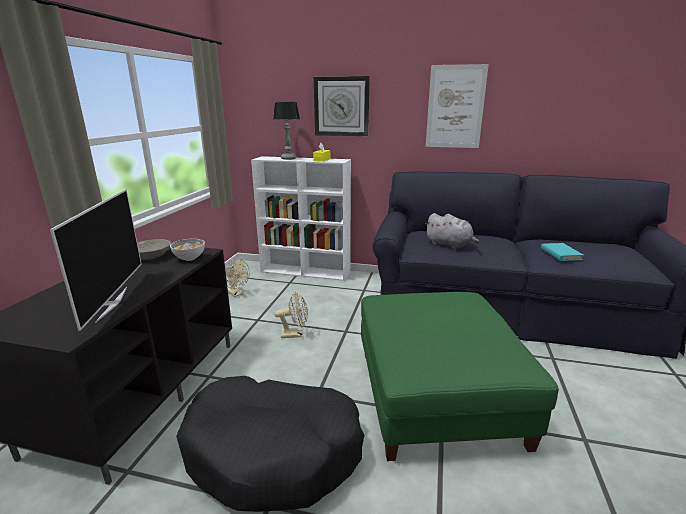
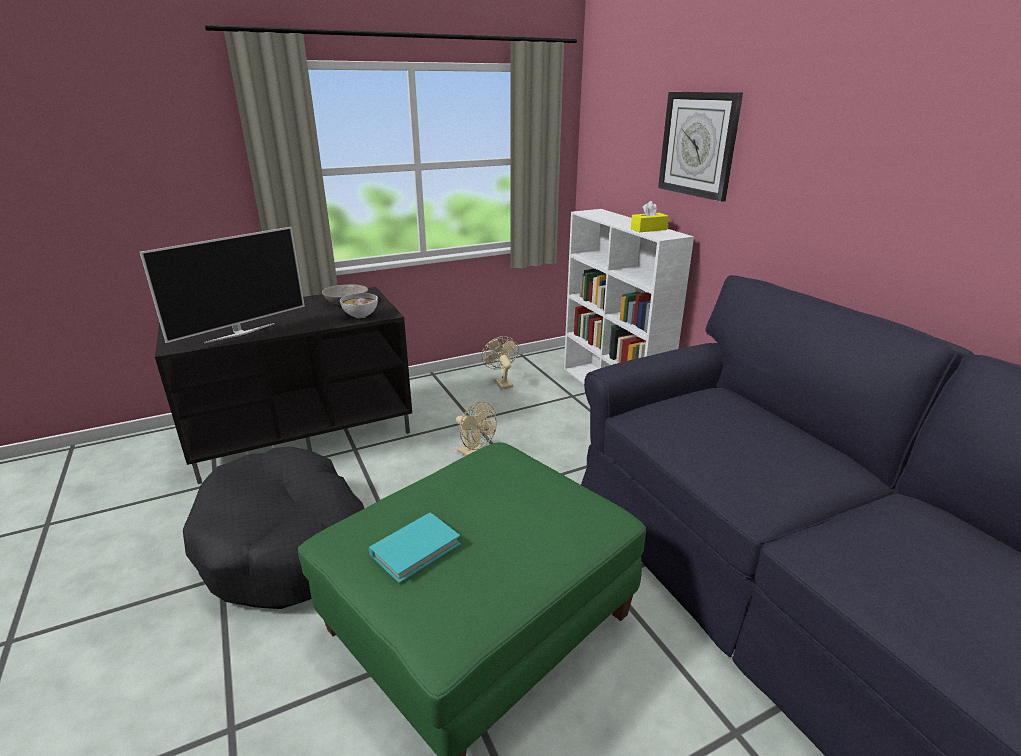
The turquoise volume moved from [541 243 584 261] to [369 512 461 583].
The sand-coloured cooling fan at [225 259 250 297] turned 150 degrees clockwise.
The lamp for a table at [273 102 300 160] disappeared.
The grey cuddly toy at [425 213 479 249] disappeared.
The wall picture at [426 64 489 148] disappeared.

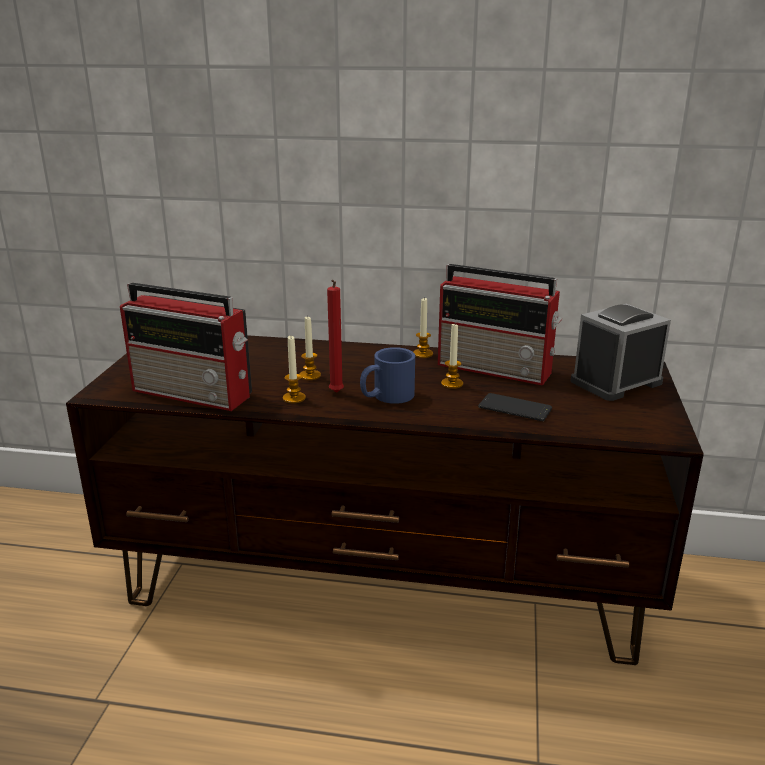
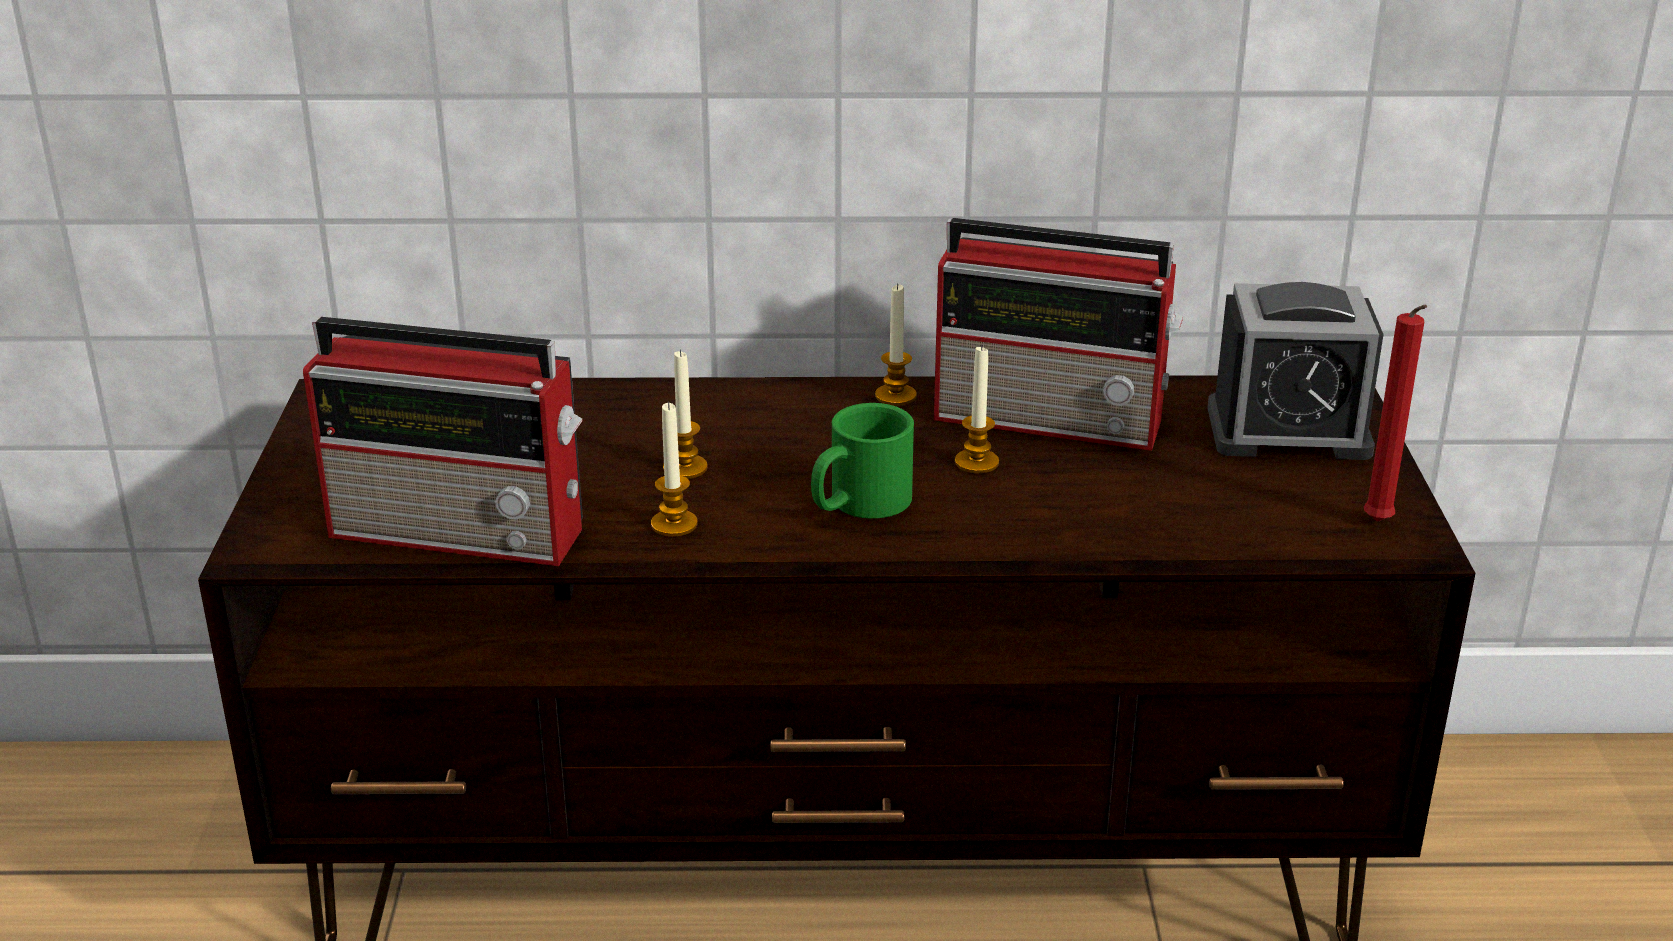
The blue mug at [360 347 415 404] became the green mug at [811 403 914 519].
The bedside clock at [571 304 671 401] turned 135 degrees counterclockwise.
The reddish wax light moved from [327 280 344 393] to [1364 305 1427 522].
The telephone at [478 393 552 421] disappeared.

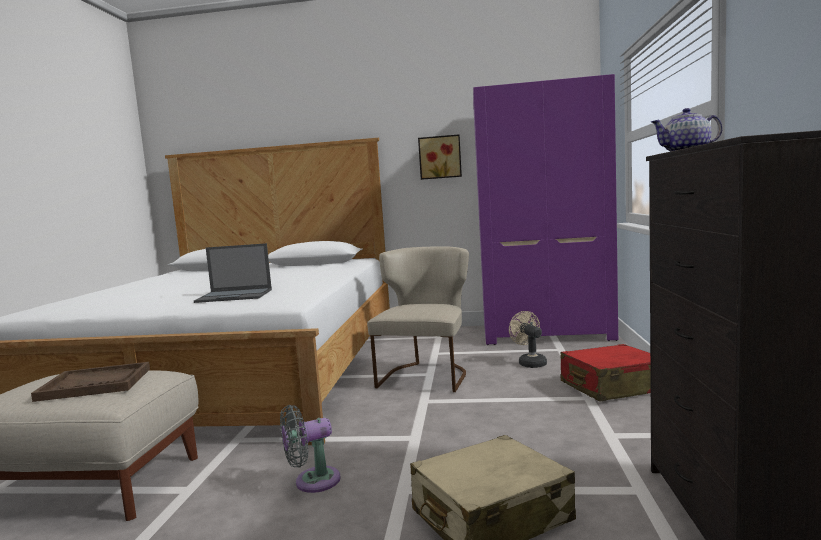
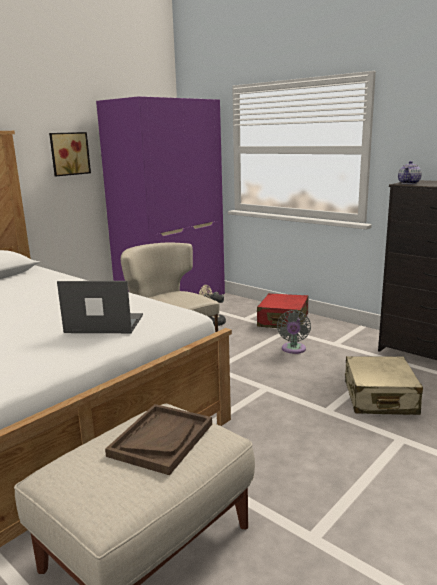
The laptop at [194 243 272 303] turned 120 degrees counterclockwise.
The grey cooling fan moved from [280 405 341 493] to [277 310 311 354].

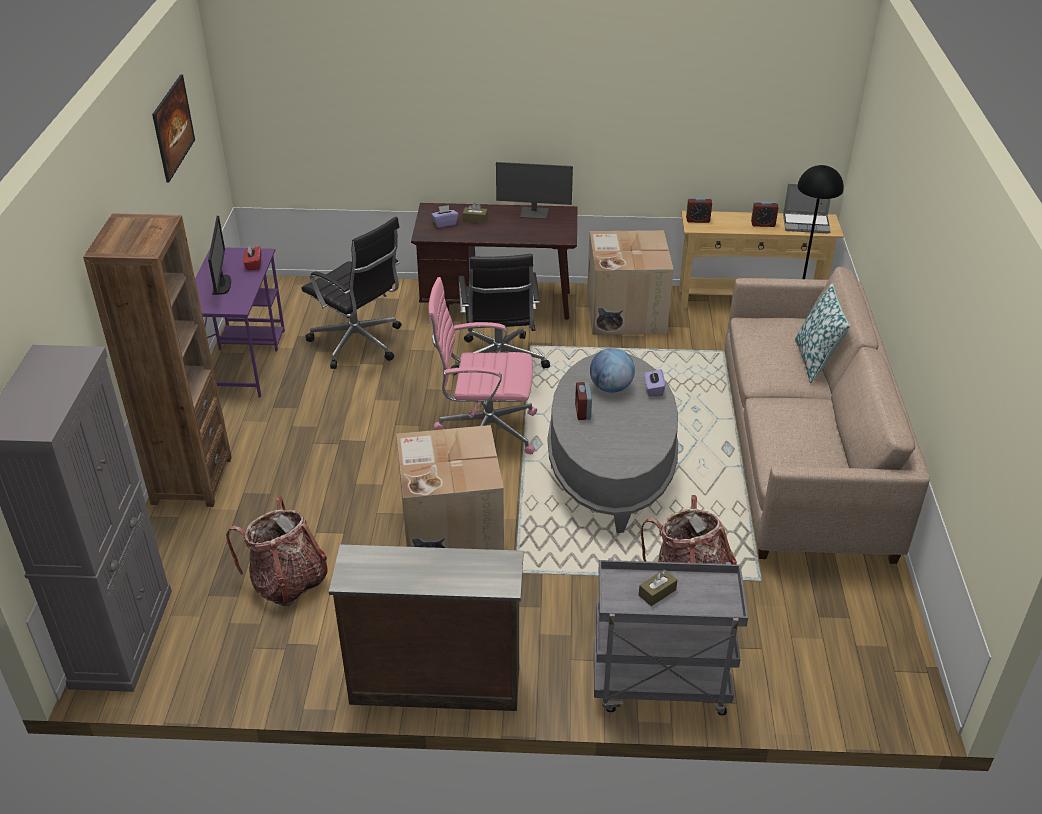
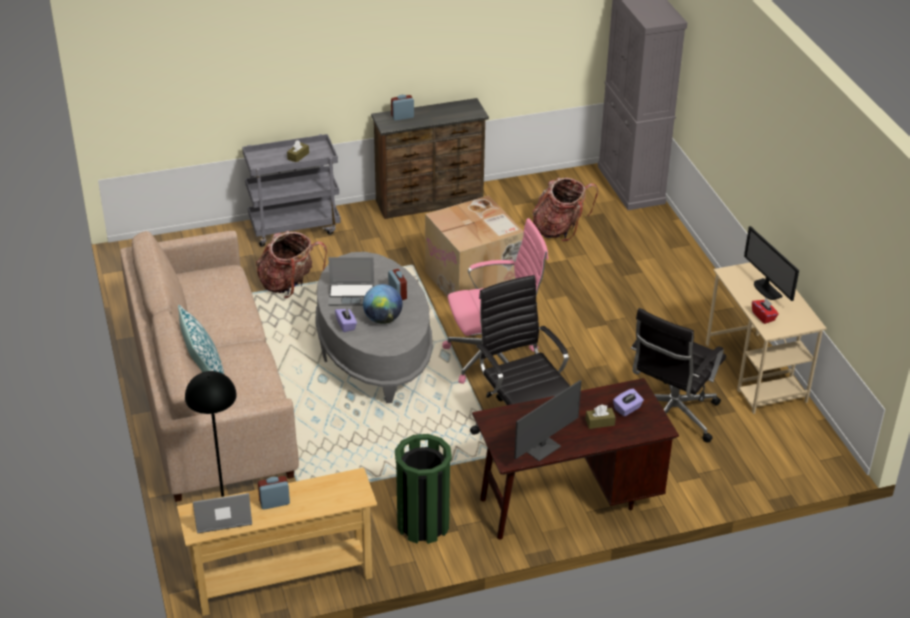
The laptop at [328 257 374 306] appeared.
The bedside clock moved from [686 197 712 223] to [391 95 414 121].
The cardboard box at [587 230 674 335] was replaced by the green rubbish bin at [395 434 452 544].
The computer display at [496 162 573 219] turned 150 degrees clockwise.
The black desk chair at [302 217 401 369] turned 75 degrees counterclockwise.
The purple-coloured desk at [195 247 285 398] became the sand-coloured desk at [706 262 827 414].
The brown bookshelf at [83 213 232 507] disappeared.
The wall picture at [152 75 195 182] disappeared.

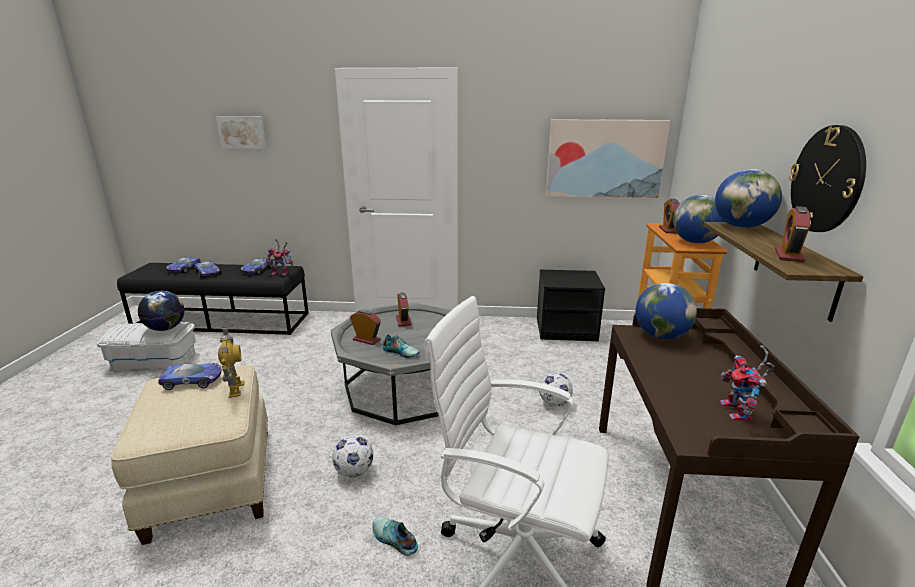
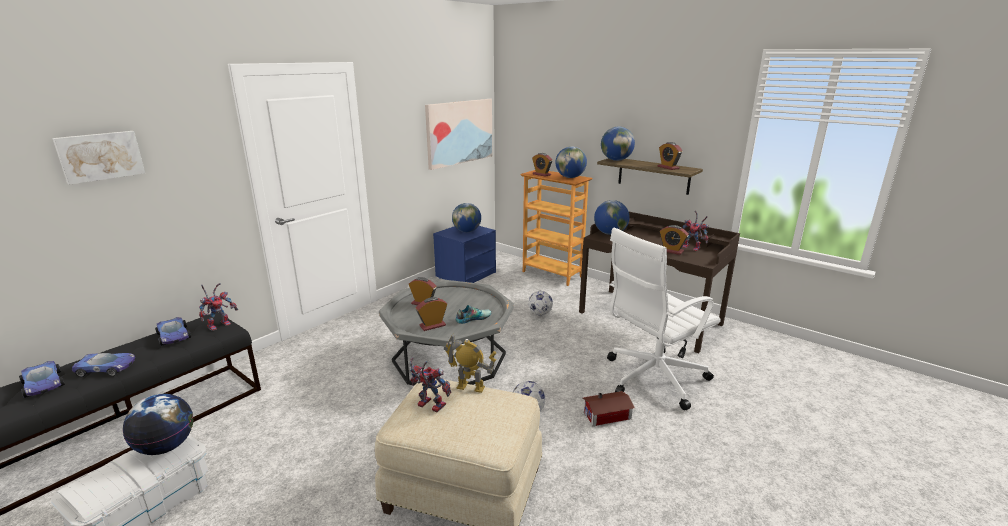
The model car at [158 363 221 390] was replaced by the model robot at [409 357 452 412].
The black nightstand at [537 270 605 342] became the blue nightstand at [433 226 496 283].
The globe at [452 203 481 232] appeared.
The low shoe at [372 516 418 556] was replaced by the model house at [583 391 635 426].
The bedside clock at [660 225 689 255] appeared.
The wall clock at [789 125 866 232] disappeared.

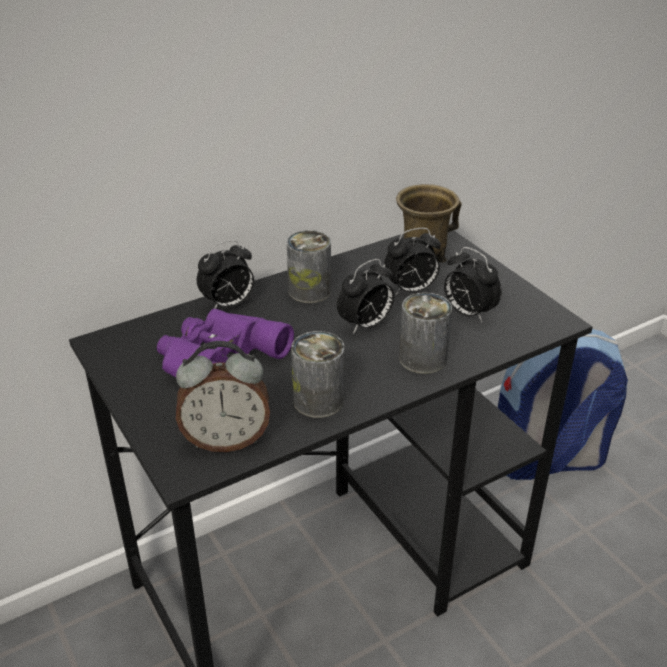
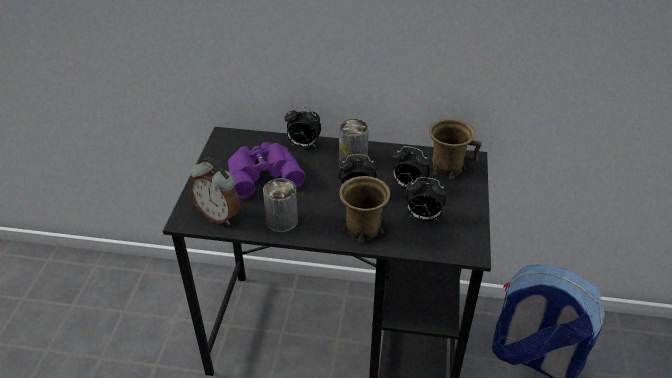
The can at [399 292 452 374] was replaced by the brown mug at [339 176 390 243].
The bedside clock at [444 247 502 322] turned 75 degrees counterclockwise.

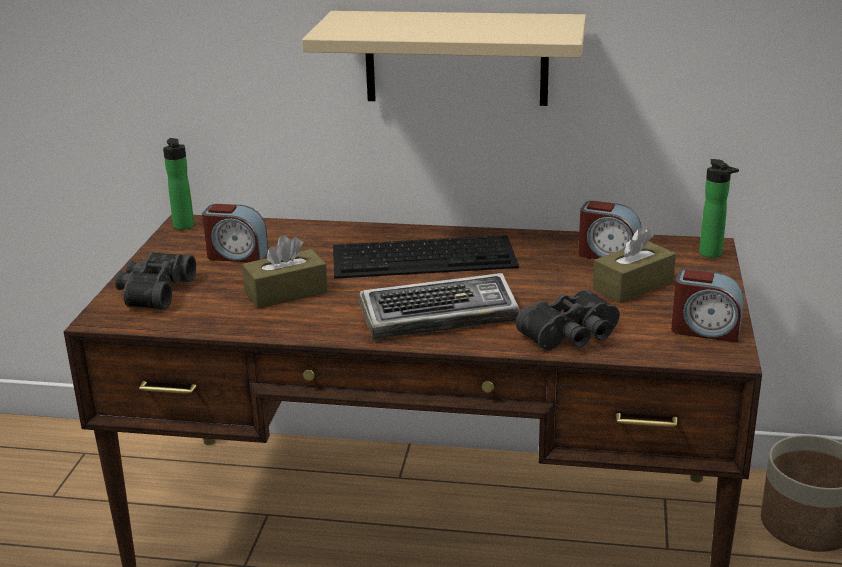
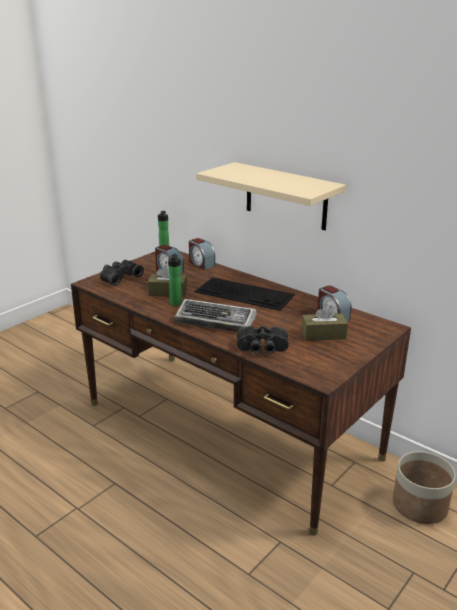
The beverage bottle moved from [699 159 739 258] to [168 254 182 306].
The bedside clock moved from [671 269 744 343] to [189 238 215 270].

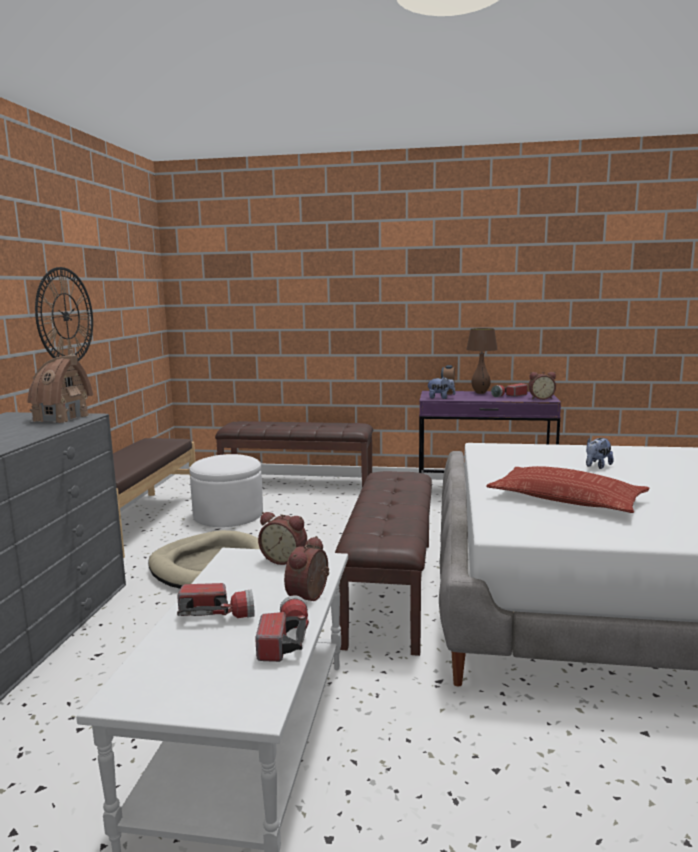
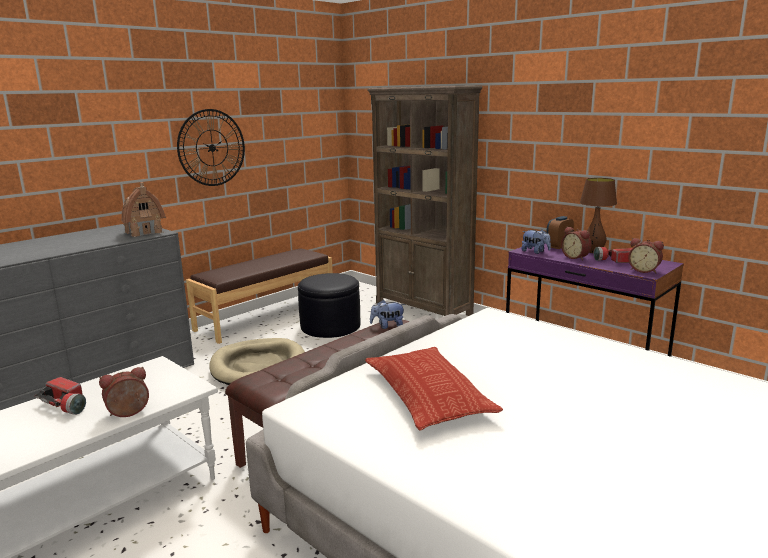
The white pouffe at [189 454 263 527] became the black pouffe at [298 273 361 338].
The brown indoor bench at [215 421 373 487] was replaced by the brown bookshelf at [367 86 483 316].
The cuddly toy moved from [586 438 614 469] to [370 300 405 329].
The bedside clock moved from [258 512 307 565] to [561 227 592 260].
The hand torch at [255 595 309 662] disappeared.

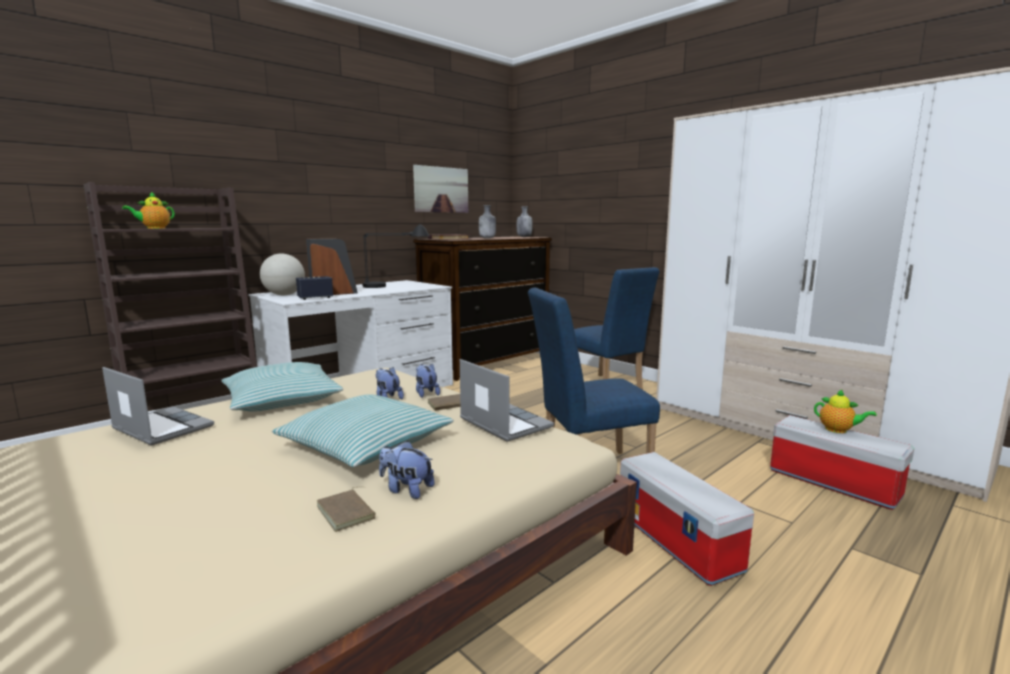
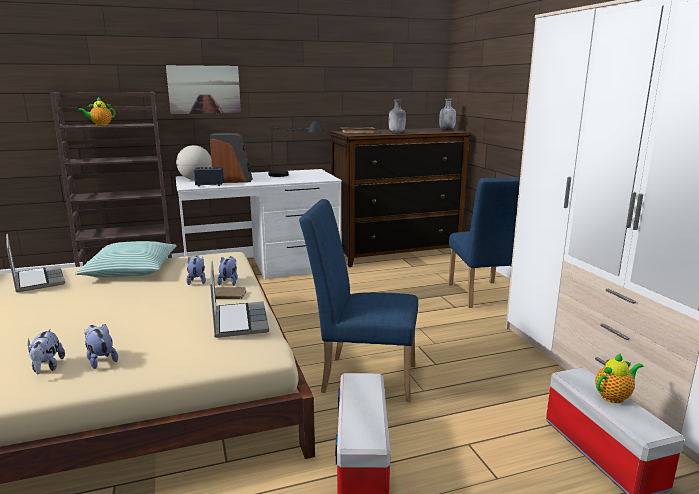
The brown volume at [316 487 375 532] was replaced by the cuddly toy at [28 329 65 374].
The wall picture moved from [413 165 468 213] to [166 65 241 114].
The teapot at [814 389 877 433] turned 90 degrees counterclockwise.
The throw pillow at [272 394 454 467] disappeared.

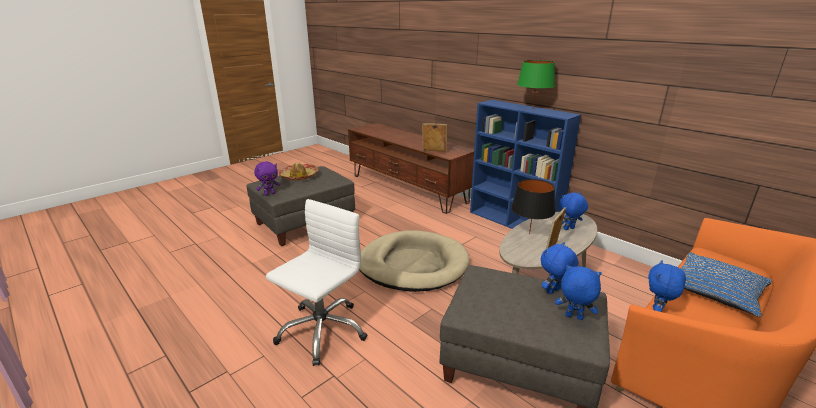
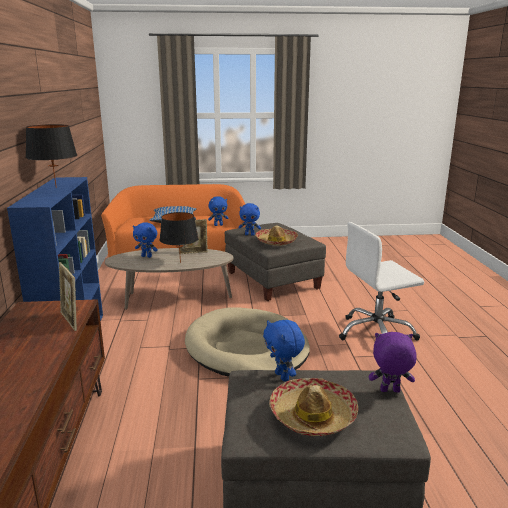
The green lamp for a table at [517 60 555 107] became the black lamp for a table at [26 124 77 188].
The hat at [255 226 298 246] appeared.
The blue cuddly toy moved from [555 265 602 320] to [263 320 305 381].

